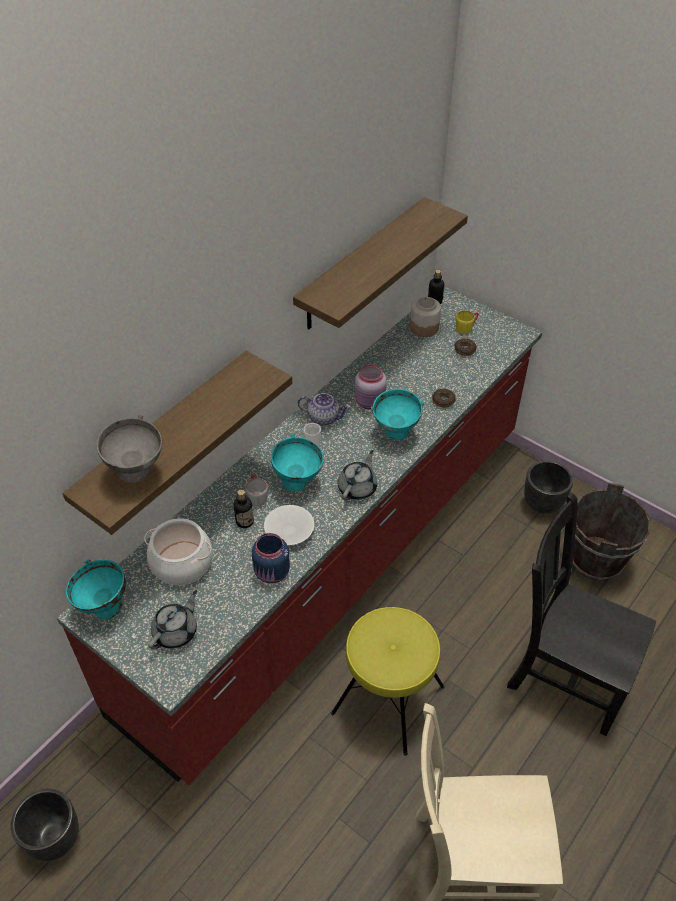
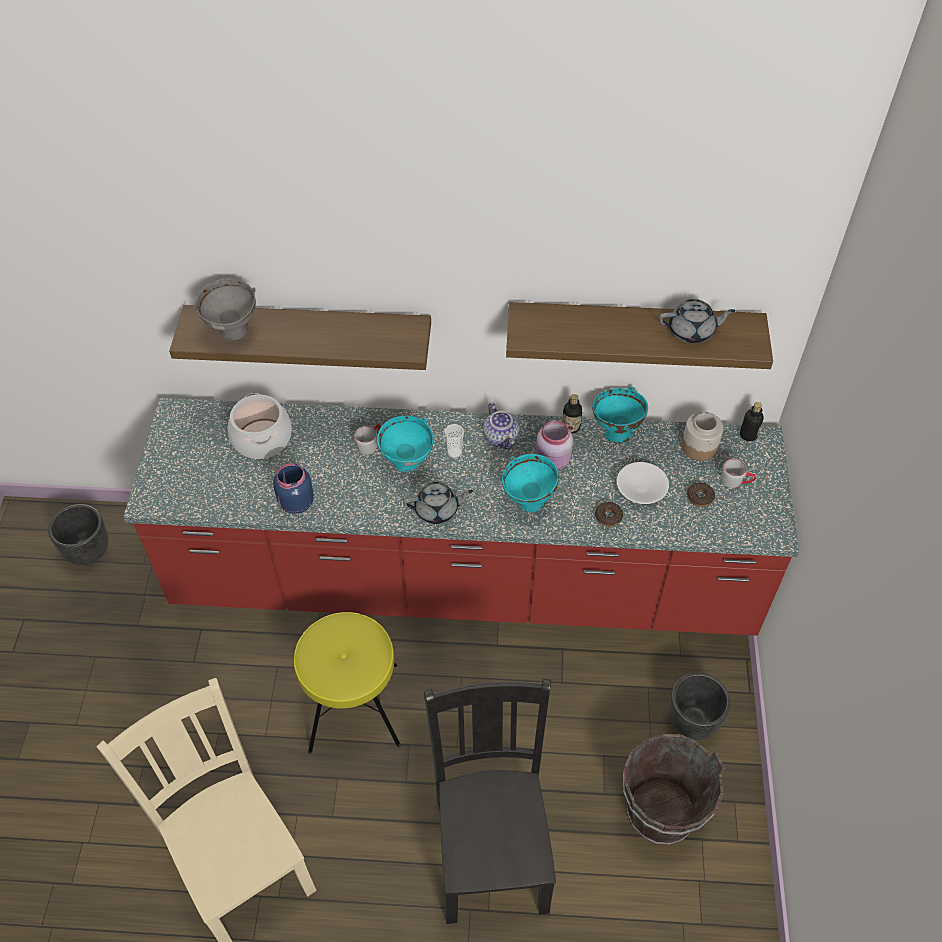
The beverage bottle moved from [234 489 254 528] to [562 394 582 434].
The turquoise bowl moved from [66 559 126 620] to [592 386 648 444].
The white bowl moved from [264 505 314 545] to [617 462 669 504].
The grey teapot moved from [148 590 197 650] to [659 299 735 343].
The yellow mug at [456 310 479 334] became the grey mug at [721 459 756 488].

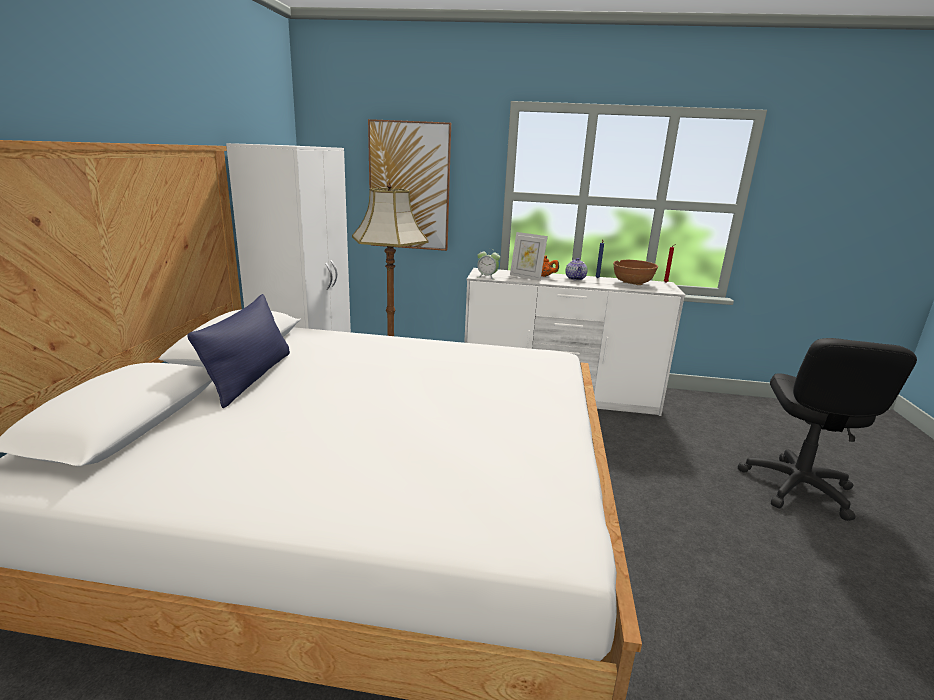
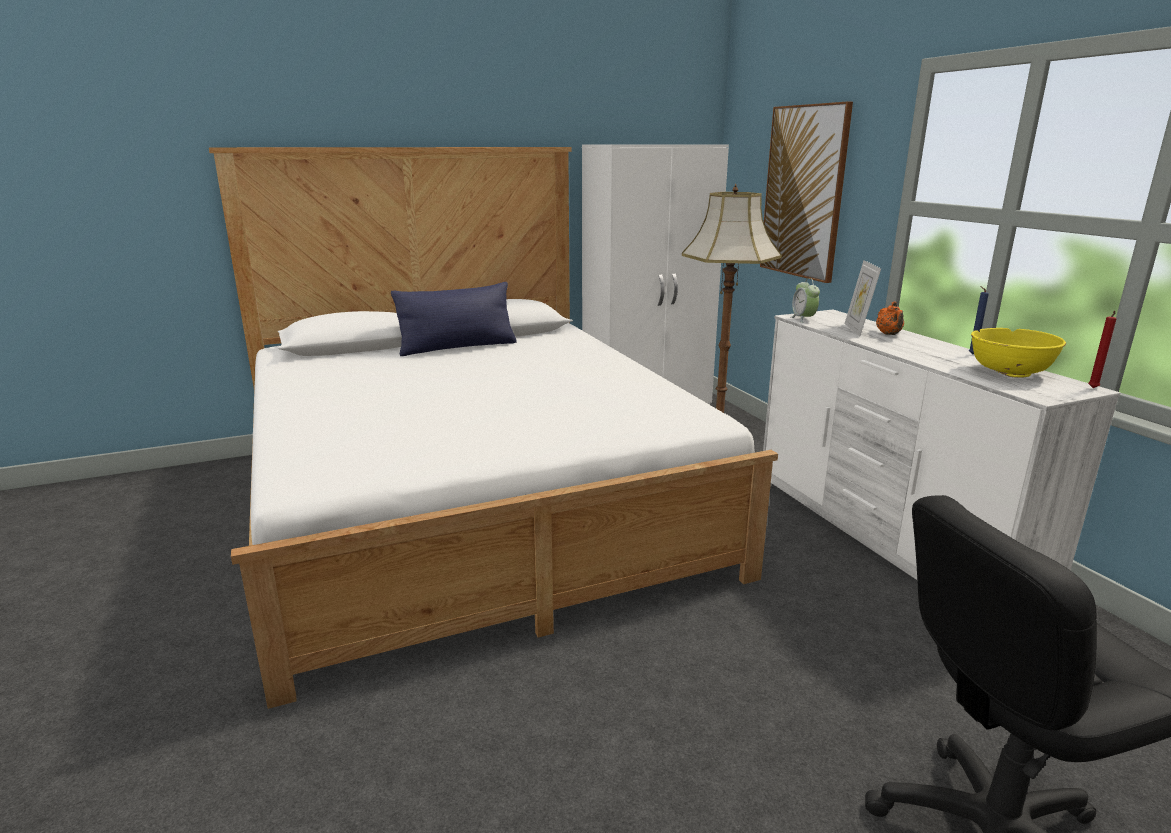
The brown bowl at [613 260 658 285] became the yellow bowl at [971 328 1066 378].
The teapot at [565 258 587 281] disappeared.

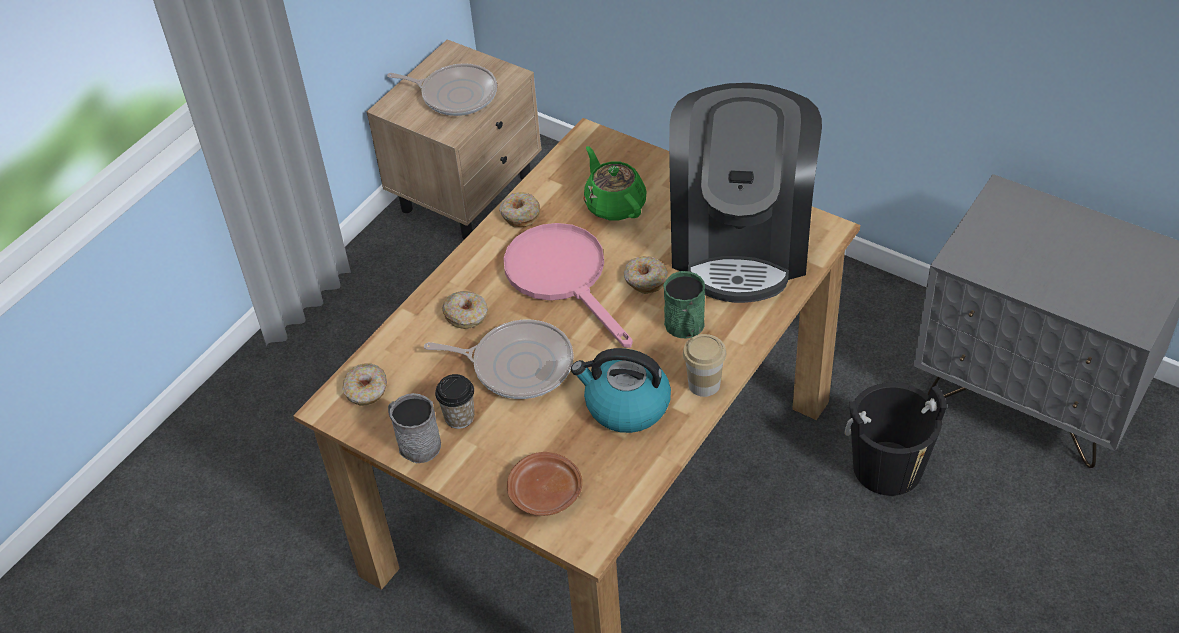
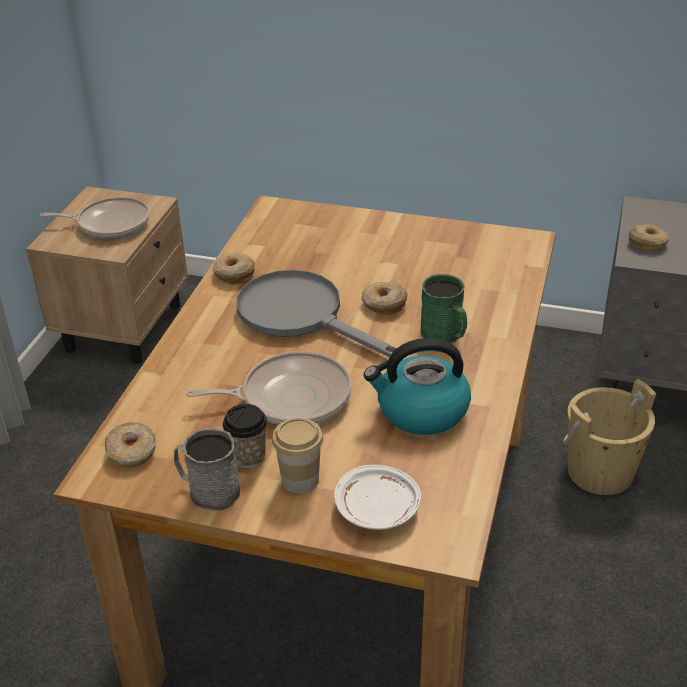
The pink skillet at [503 223 633 348] became the grey skillet at [236 270 397 358].
The drinking cup moved from [683 334 726 397] to [272 418 323 494].
The brown flat dish at [507 452 582 516] became the white flat dish at [334 465 421 530].
The black water bucket at [845 383 947 496] became the sand-coloured water bucket at [563 379 656 495].
The doughnut moved from [442 291 488 329] to [629 224 669 251].
The green teapot at [584 146 646 221] disappeared.
The coffee machine at [669 83 822 303] disappeared.

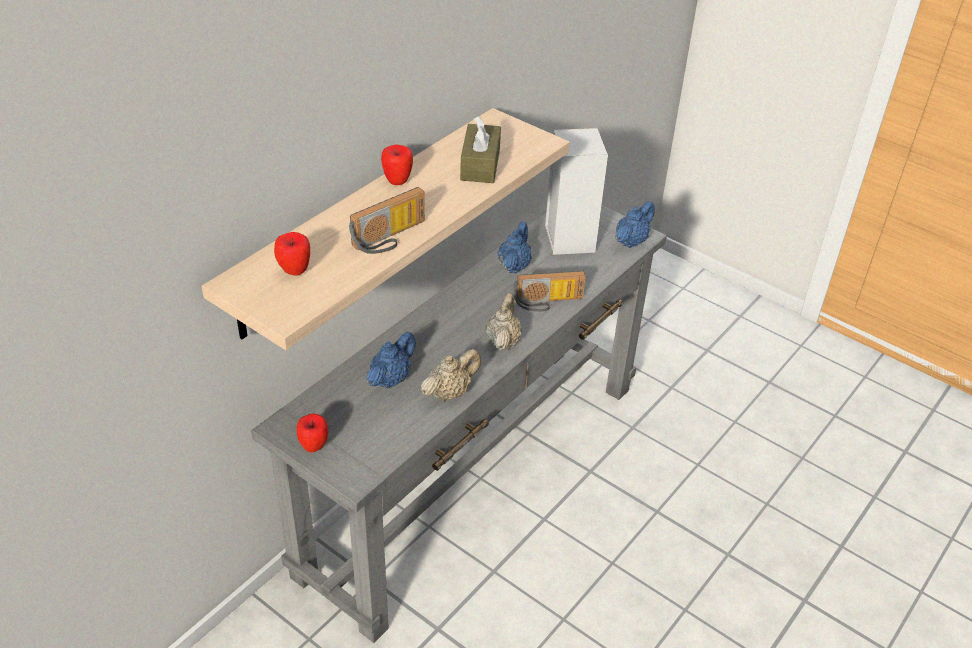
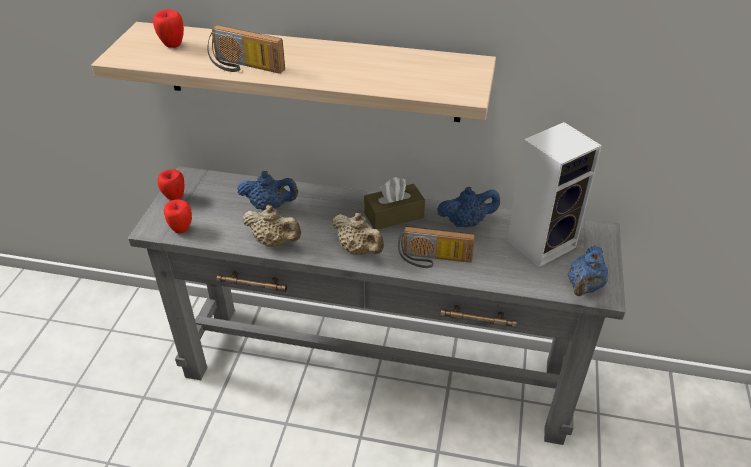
The apple fruit moved from [381 145 413 185] to [164 199 192 233].
The sand-coloured teapot at [485 293 522 350] turned 60 degrees clockwise.
The brown box of tissues moved from [460 116 501 183] to [364 177 425 229].
The radio receiver at [513 271 586 312] turned 45 degrees counterclockwise.
The blue teapot at [615 201 655 248] turned 105 degrees clockwise.

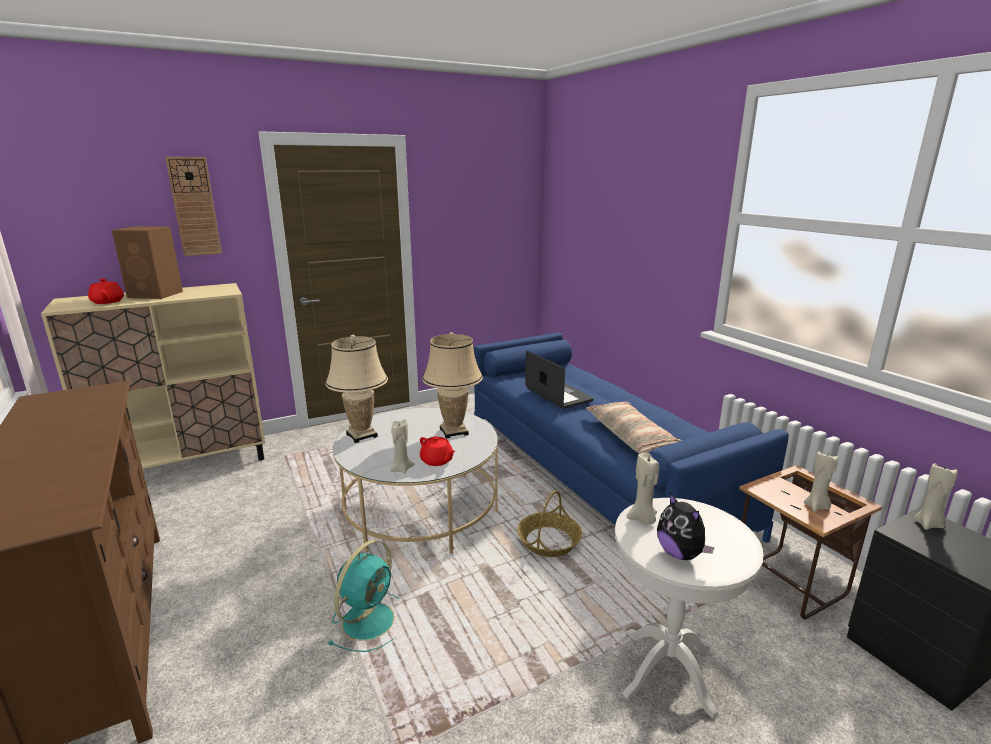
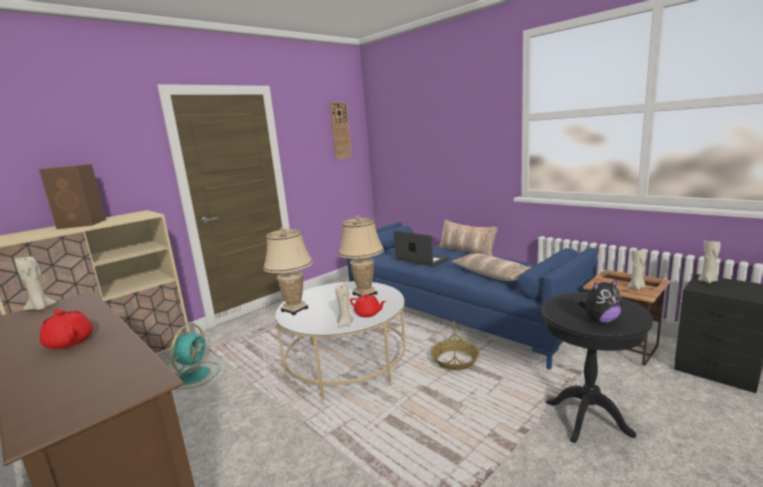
The sand-coloured wax light moved from [626 453 659 524] to [15 256 57 310].
The reddish teapot moved from [88 279 124 304] to [40 309 93 349].
The turquoise cooling fan moved from [329 540 399 652] to [170 324 220 389].
The wall clock moved from [165 157 222 256] to [330 102 352 160].
The throw pillow at [438 220 497 256] appeared.
The white end table at [615 498 764 719] became the black end table at [541 292 653 443].
The cuddly toy at [657 492 715 560] turned 60 degrees counterclockwise.

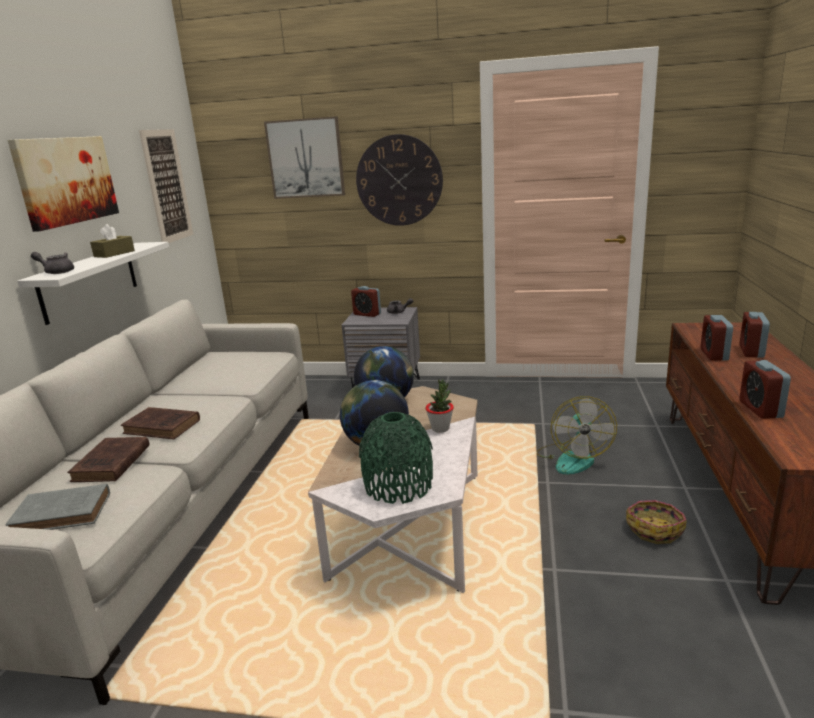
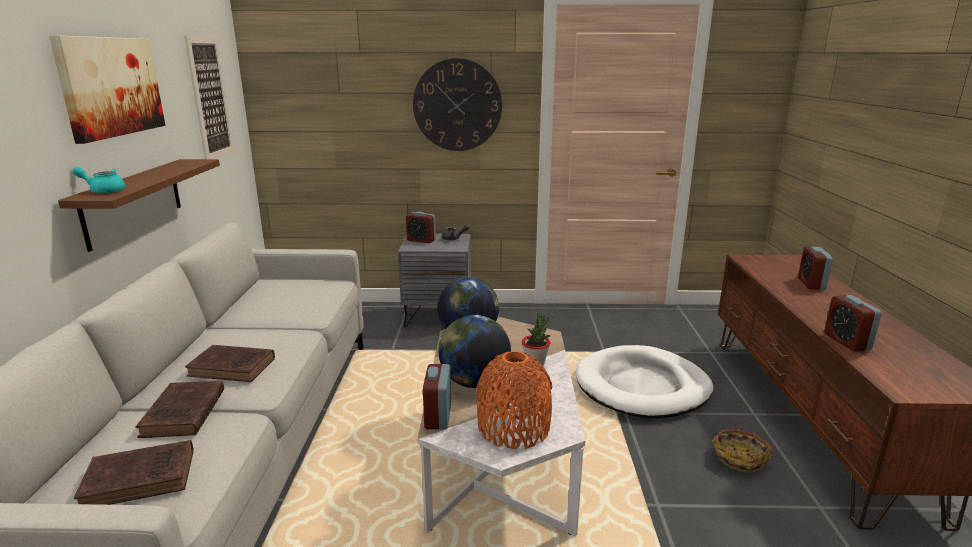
The white shelf at [17 242 169 325] became the brown shelf at [58 159 220 252].
The grey teapot at [31 252 74 274] became the turquoise teapot at [72 167 126 194].
The grey volume at [5 484 110 530] became the brown volume at [74 440 194 505].
The bedside clock moved from [701 315 733 361] to [423 364 451 429].
The green vase at [359 412 433 504] became the orange vase at [476 351 552 449].
The cooling fan at [537 396 617 475] was replaced by the white pet bed at [576 345 713 418].
The brown box of tissues at [90 224 135 258] disappeared.
The wall picture at [264 116 345 199] disappeared.

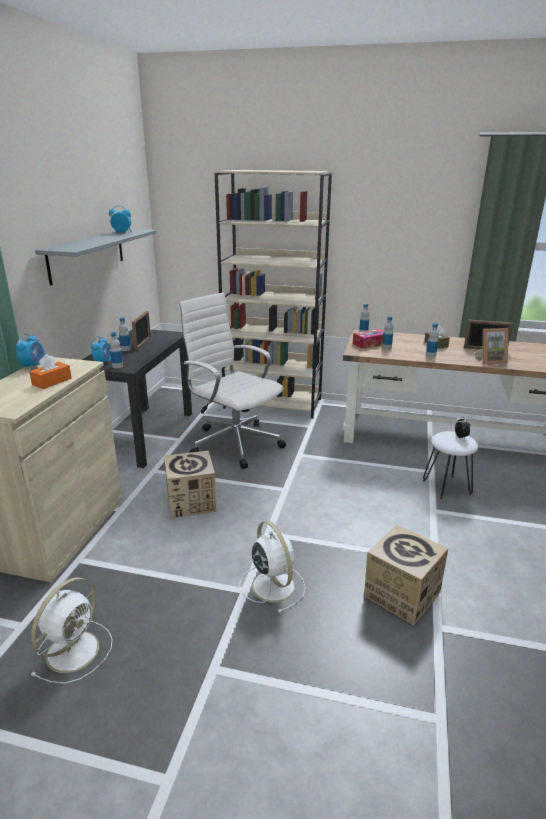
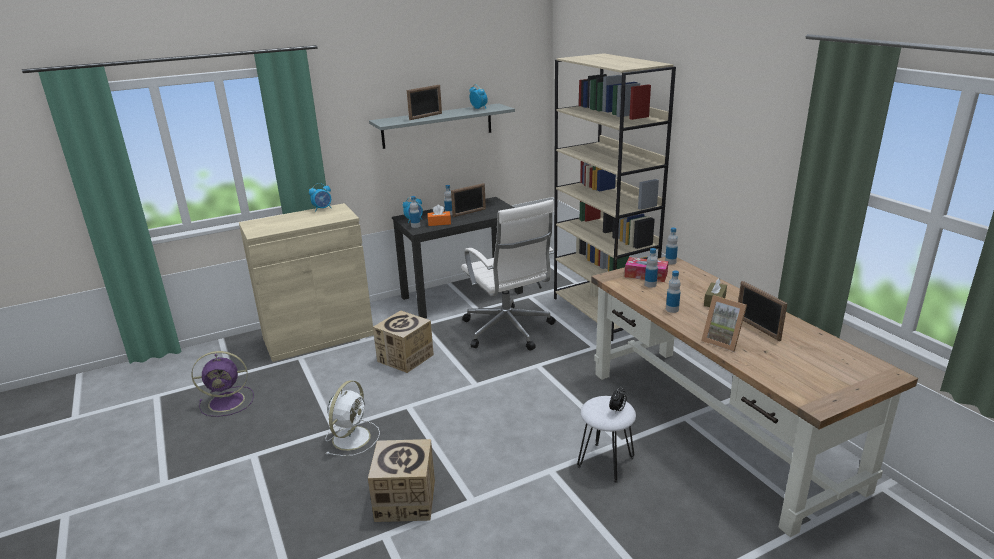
The white cooling fan at [31 577 113 684] became the purple-coloured cooling fan at [191 351 254 417].
The photo frame at [407 85 442 120] appeared.
The orange box of tissues moved from [29 354 72 389] to [427 205 451 226].
The white desk chair at [179 293 286 469] turned 150 degrees clockwise.

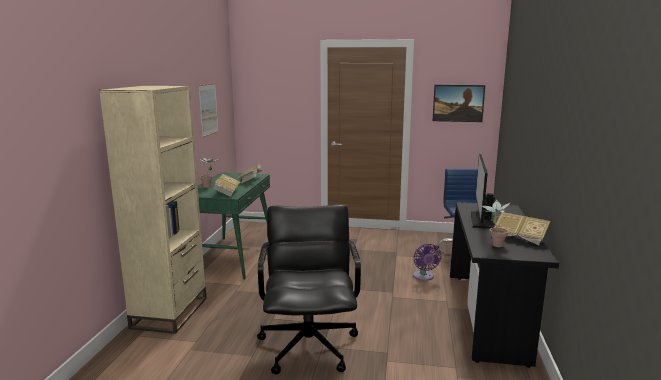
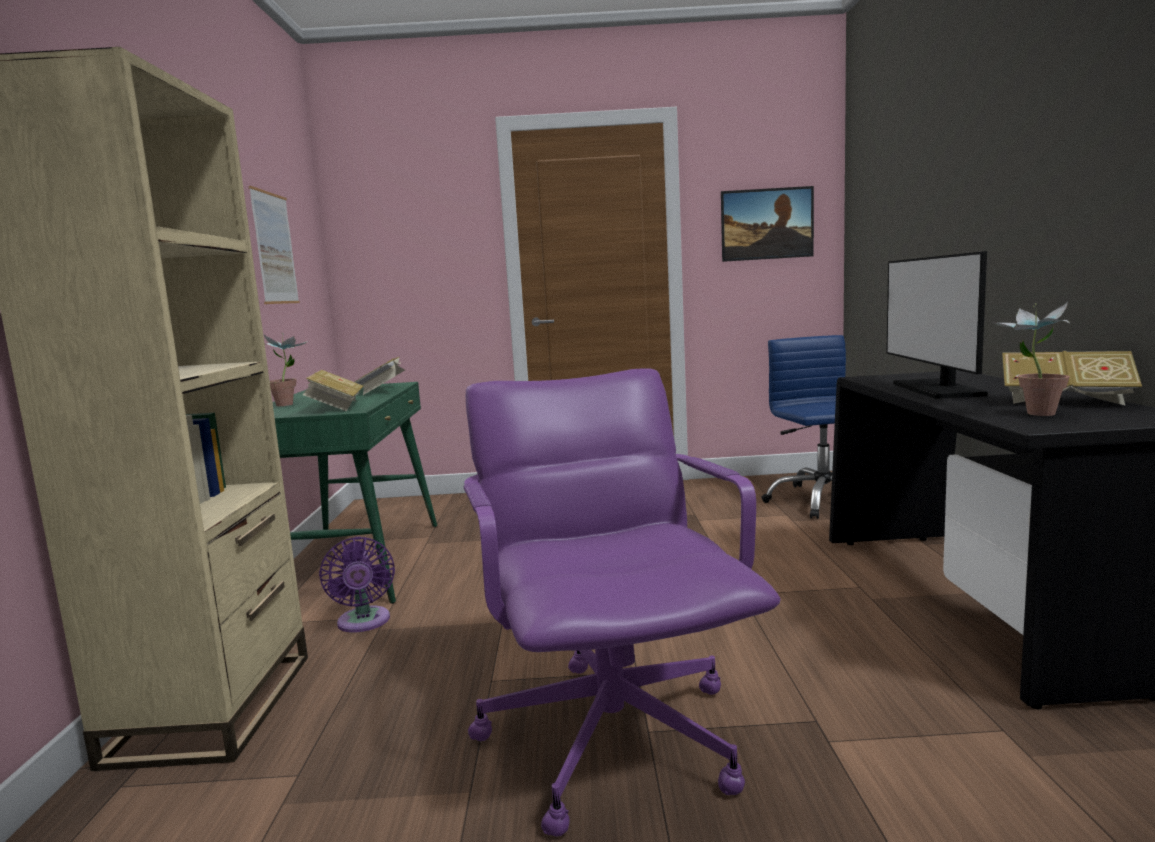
The purple-coloured cooling fan moved from [413 244 441 281] to [319 537 395 633].
The black desk chair at [257 204 361 374] became the purple-coloured desk chair at [464 368 781 837].

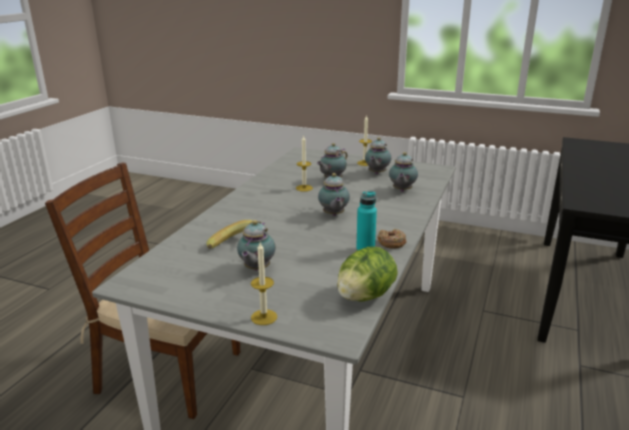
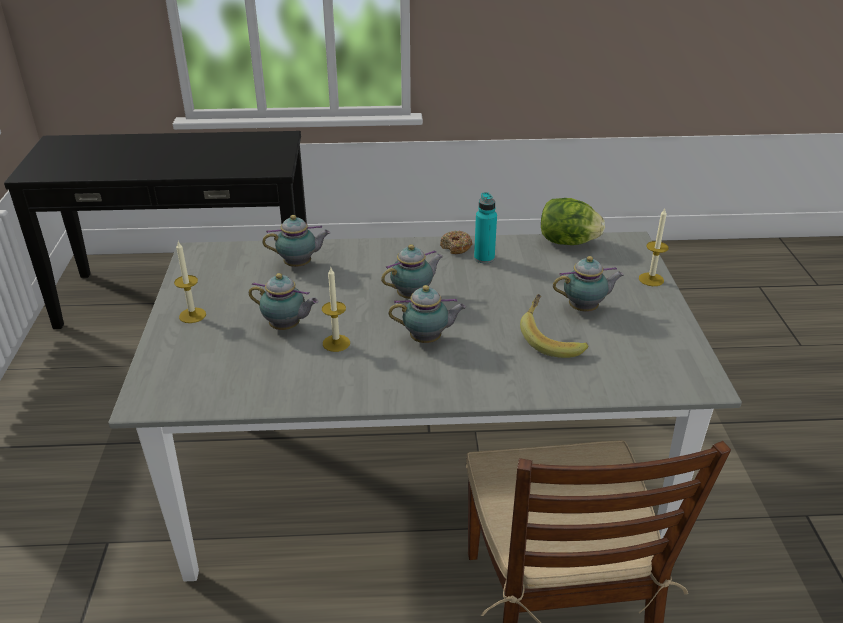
The teapot moved from [365 137 391 174] to [389 285 466 343].

